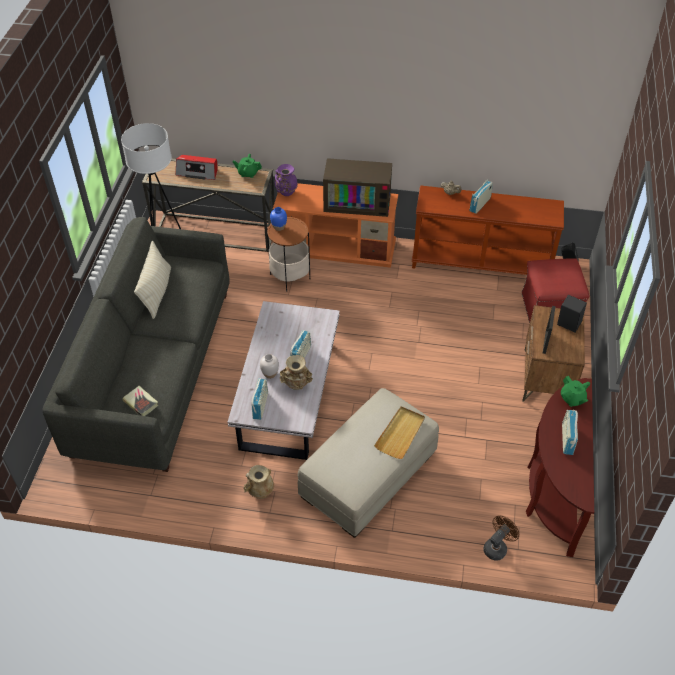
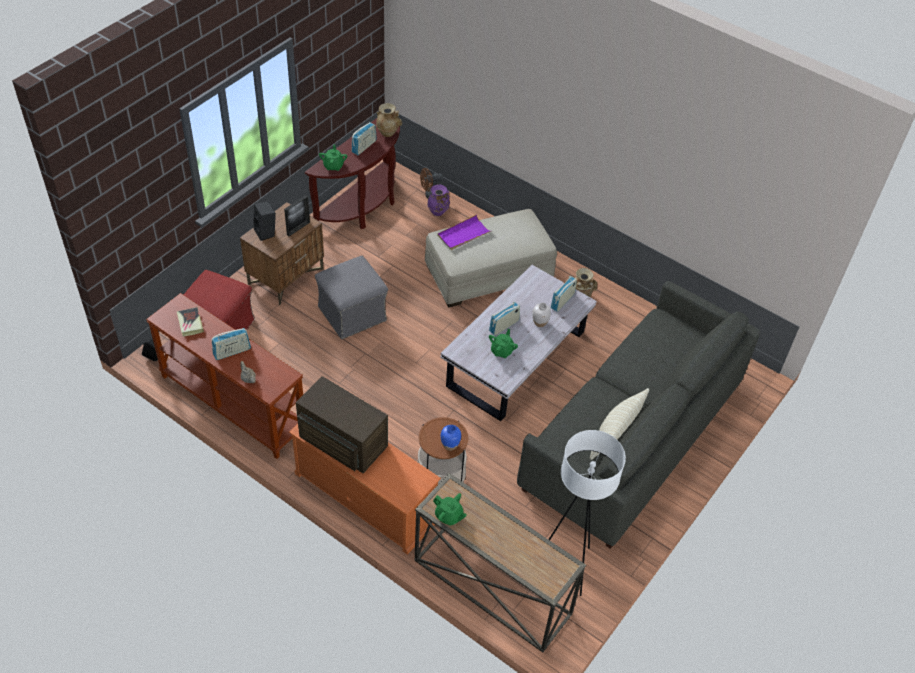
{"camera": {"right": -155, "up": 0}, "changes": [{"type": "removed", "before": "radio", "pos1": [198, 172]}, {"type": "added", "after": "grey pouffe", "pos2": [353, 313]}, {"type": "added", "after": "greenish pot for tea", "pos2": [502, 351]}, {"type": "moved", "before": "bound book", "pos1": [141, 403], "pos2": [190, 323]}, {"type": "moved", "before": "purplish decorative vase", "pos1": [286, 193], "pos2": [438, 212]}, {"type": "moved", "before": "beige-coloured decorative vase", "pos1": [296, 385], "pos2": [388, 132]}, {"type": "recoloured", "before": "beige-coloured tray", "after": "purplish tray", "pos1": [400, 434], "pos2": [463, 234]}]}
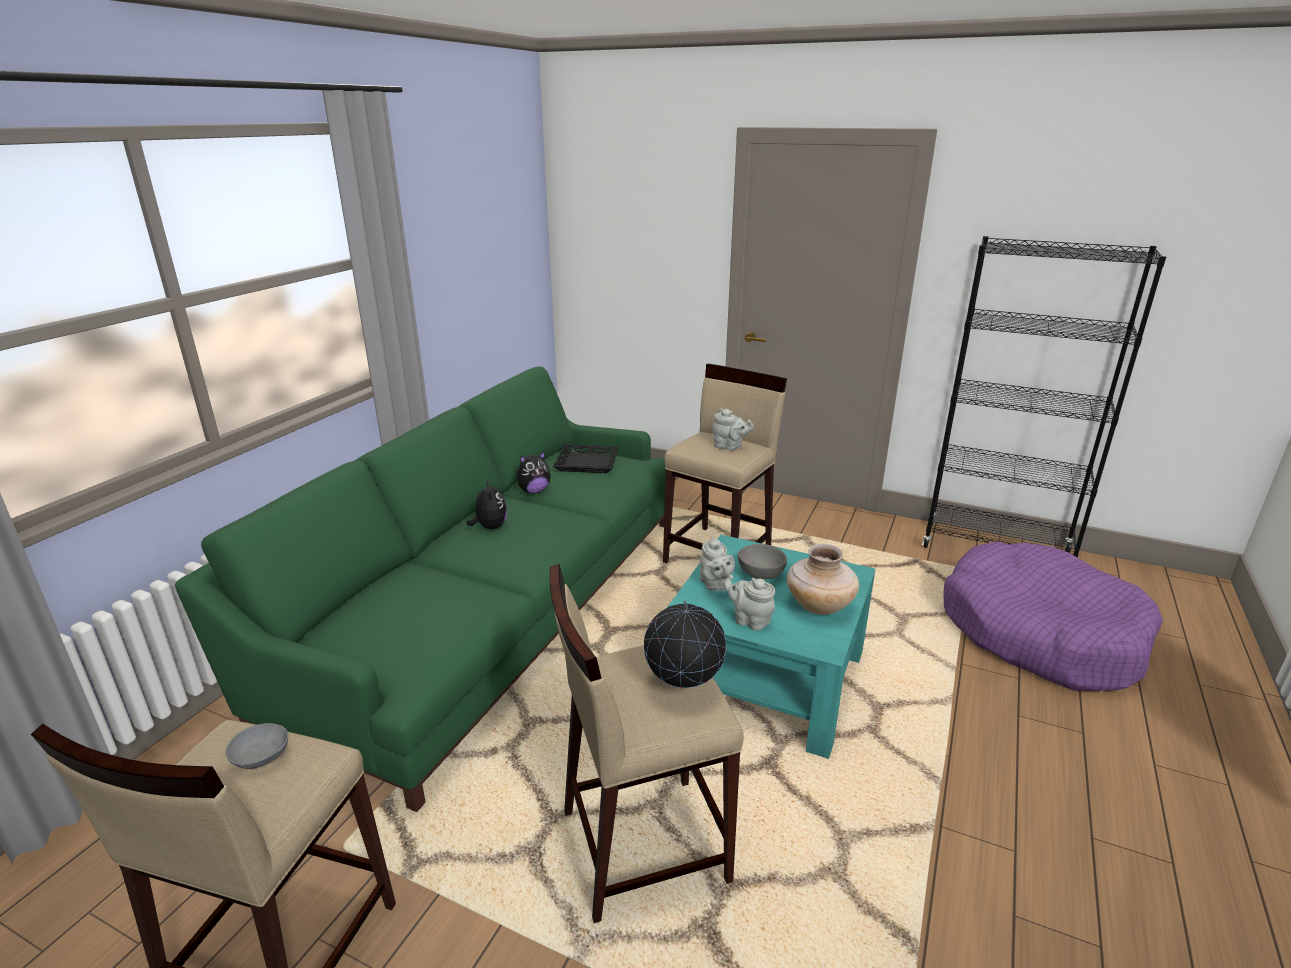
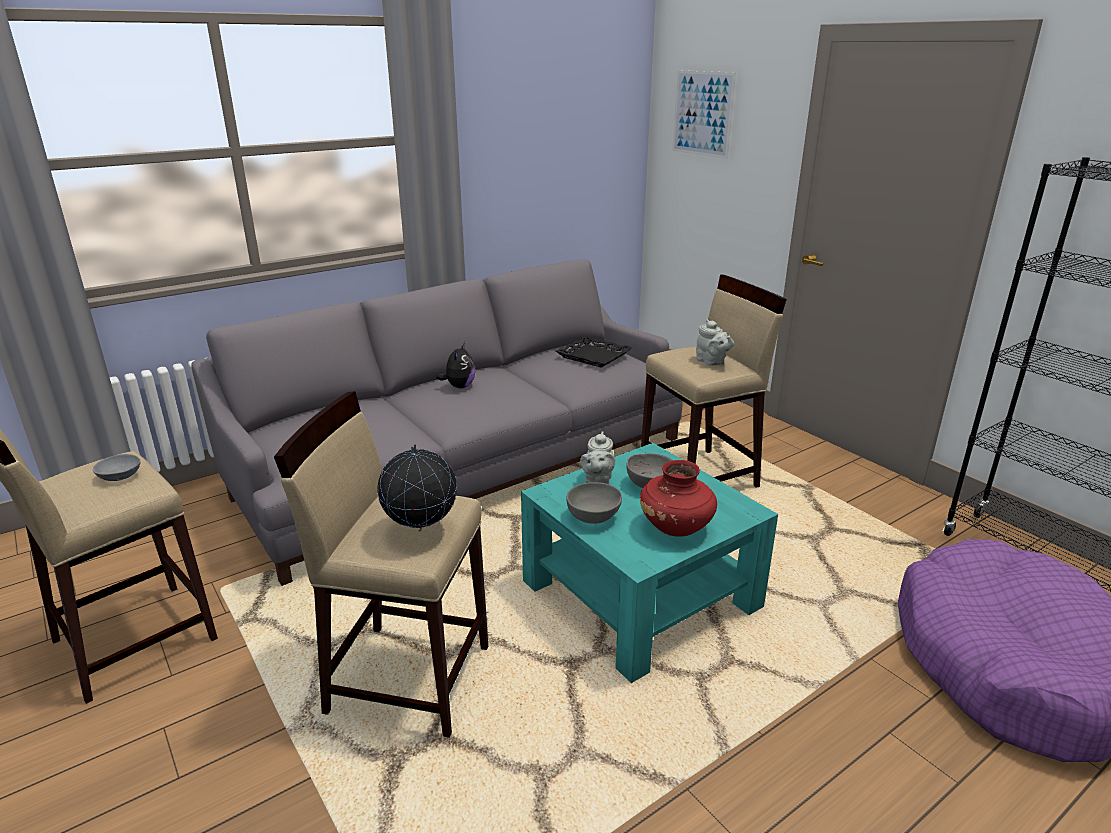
{"camera": {"right": 30, "up": 0}, "changes": [{"type": "removed", "before": "soft toy", "pos1": [534, 491]}, {"type": "added", "after": "wall art", "pos2": [702, 113]}, {"type": "replaced", "before": "grey pot for tea", "after": "grey serving bowl", "pos1": [749, 620], "pos2": [594, 518]}, {"type": "recoloured", "before": "greenish settee", "after": "grey settee", "pos1": [493, 608], "pos2": [464, 464]}, {"type": "recoloured", "before": "beige-coloured decorative vase", "after": "reddish decorative vase", "pos1": [819, 606], "pos2": [676, 527]}]}
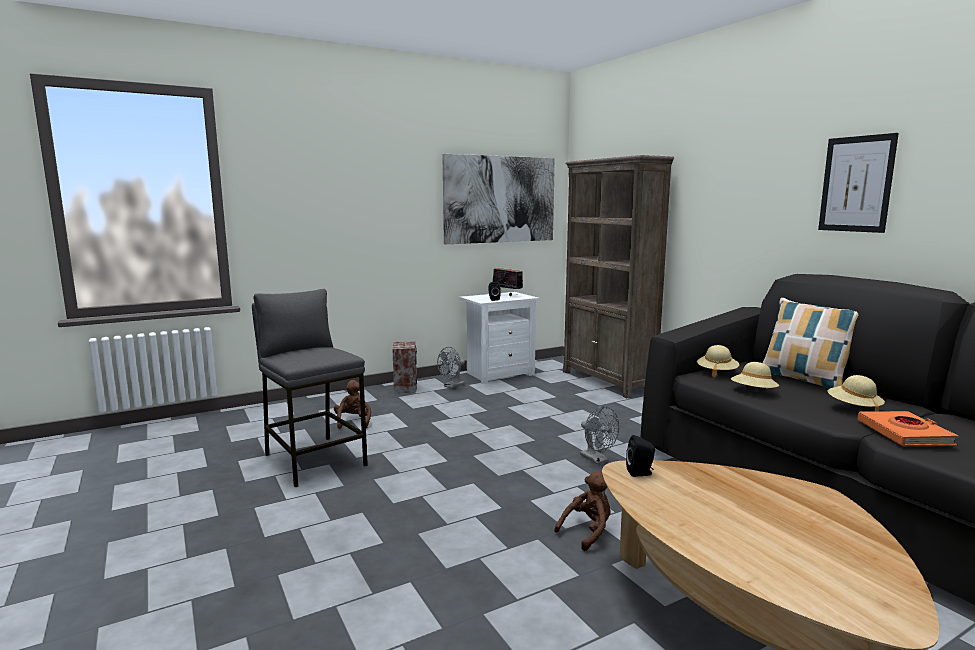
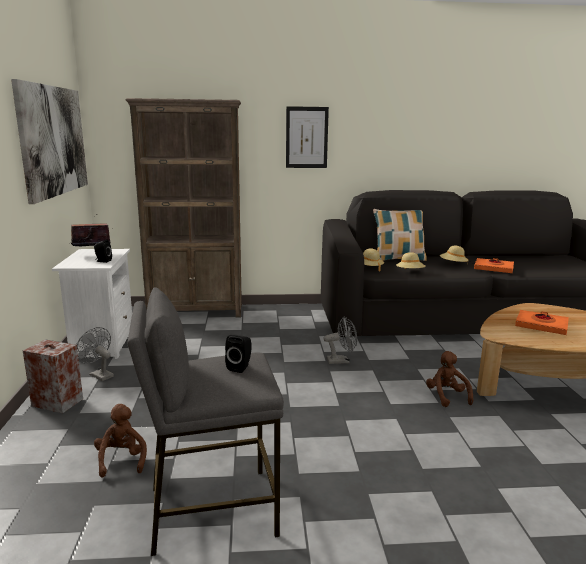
{"camera": {"right": -65, "up": 5}, "changes": [{"type": "added", "after": "orange-coloured bound book", "pos2": [541, 326]}, {"type": "moved", "before": "blackish speaker", "pos1": [641, 473], "pos2": [240, 367]}, {"type": "moved", "before": "wall art", "pos1": [856, 184], "pos2": [306, 137]}, {"type": "turned", "before": "brown-coloured soft toy", "pos1": [353, 422], "pos2": [122, 460], "turn": 60}, {"type": "turned", "before": "grey electric fan", "pos1": [452, 386], "pos2": [98, 375], "turn": 150}]}
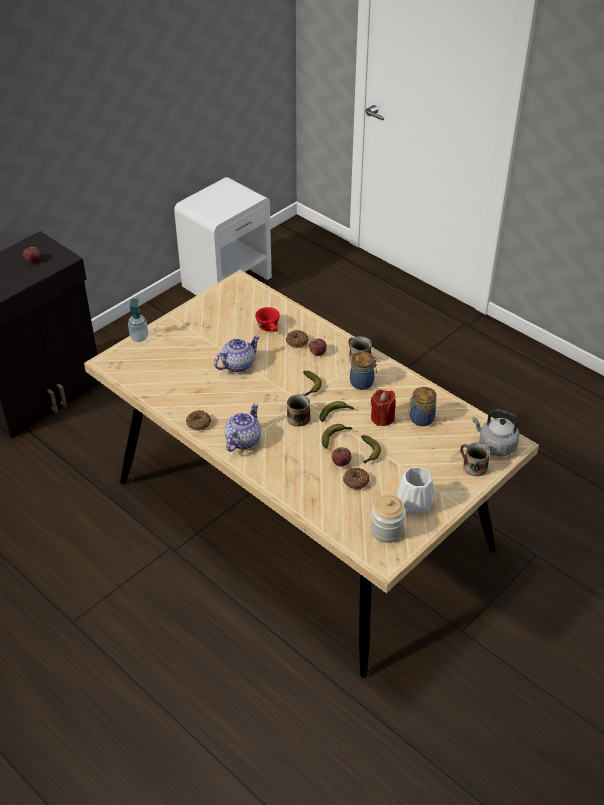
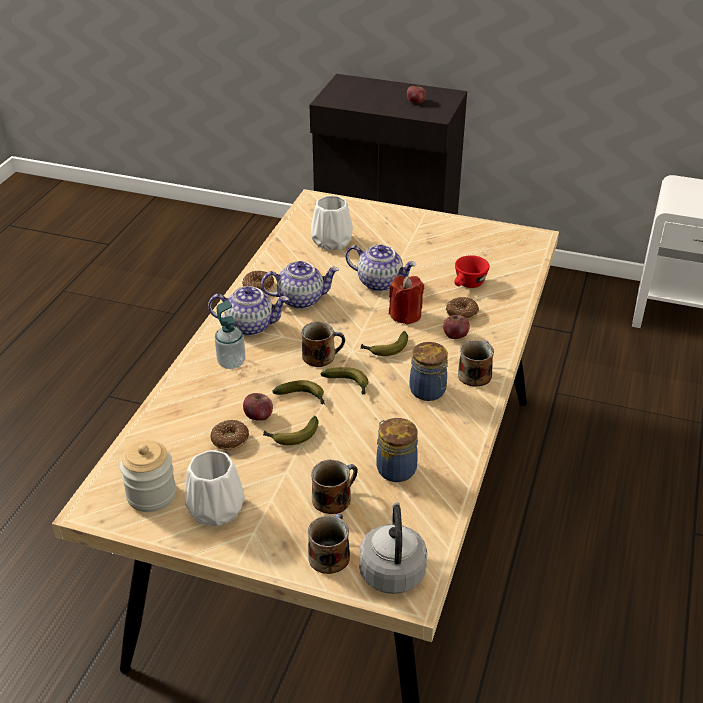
{"camera": {"right": 65, "up": -5}, "changes": [{"type": "added", "after": "pot for tea", "pos2": [301, 299]}, {"type": "added", "after": "white decorative vase", "pos2": [333, 242]}, {"type": "added", "after": "mug", "pos2": [333, 498]}, {"type": "moved", "before": "soap dispenser", "pos1": [139, 337], "pos2": [231, 362]}, {"type": "moved", "before": "reddish candle", "pos1": [382, 418], "pos2": [405, 315]}]}
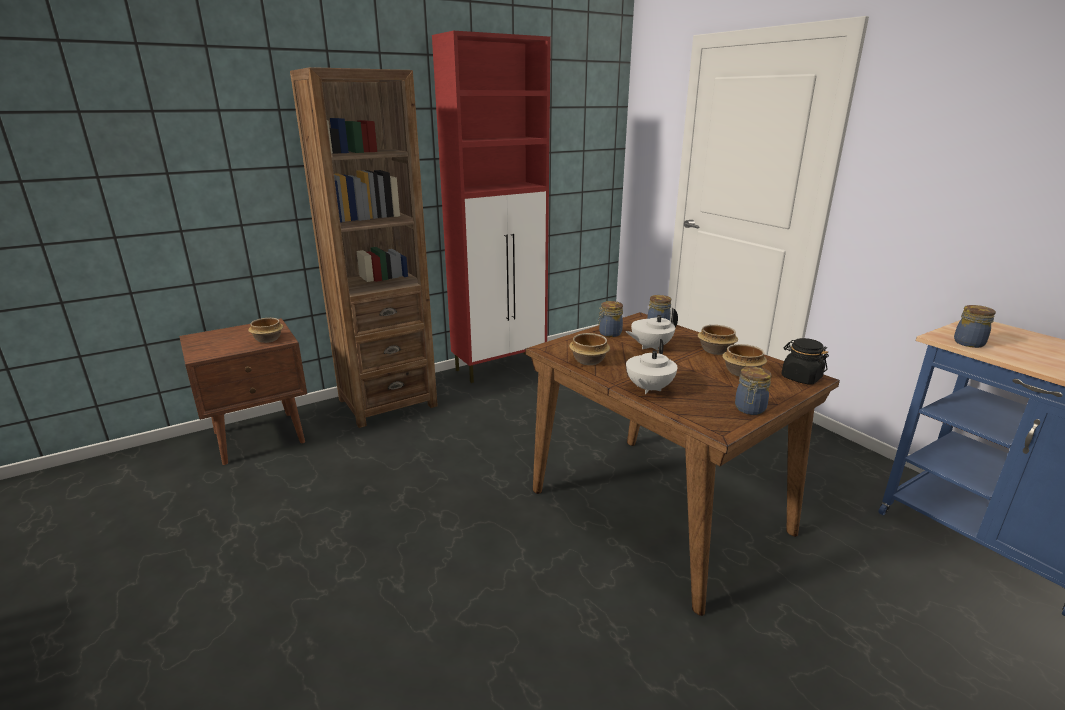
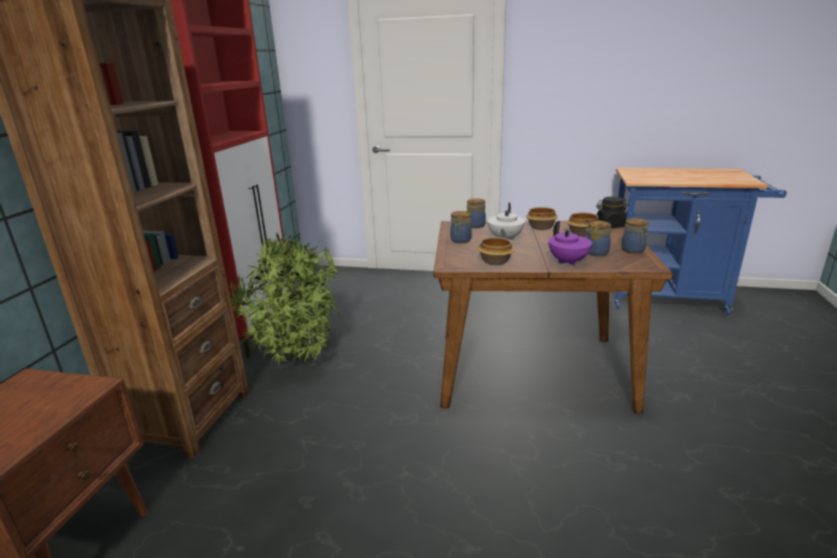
{"camera": {"right": -45, "up": 0}, "changes": [{"type": "removed", "before": "serving bowl", "pos1": [268, 339]}, {"type": "added", "after": "plant in a pot", "pos2": [300, 357]}, {"type": "moved", "before": "jar", "pos1": [967, 342], "pos2": [595, 252]}, {"type": "recoloured", "before": "white pot for tea", "after": "purplish pot for tea", "pos1": [648, 389], "pos2": [568, 262]}]}
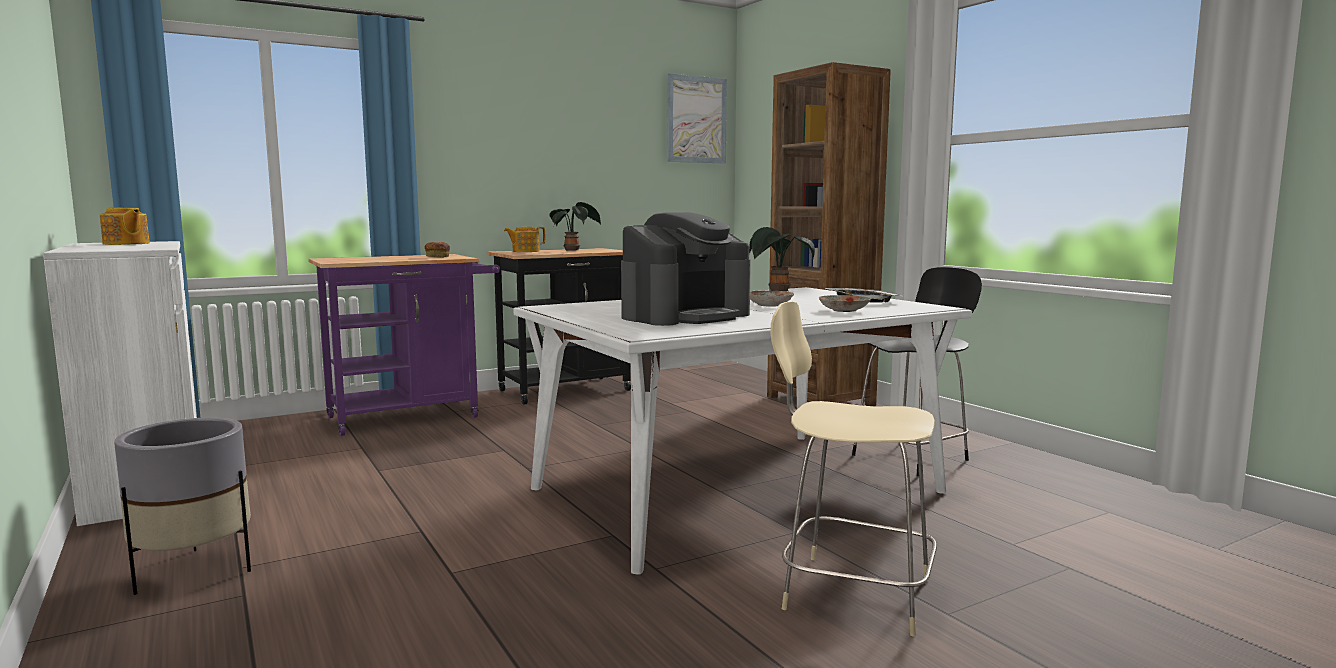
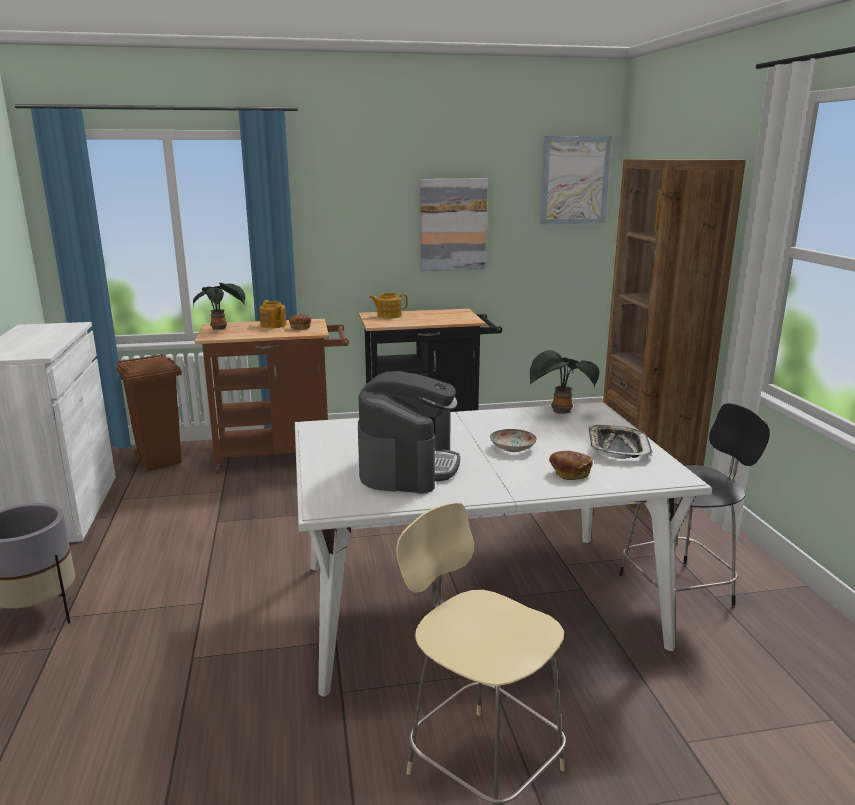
{"camera": {"right": 20, "up": 10}, "changes": [{"type": "added", "after": "brown-coloured waste bin", "pos2": [161, 462]}, {"type": "added", "after": "wall art", "pos2": [453, 225]}, {"type": "moved", "before": "pot for tea", "pos1": [126, 244], "pos2": [273, 325]}, {"type": "moved", "before": "plant in a pot", "pos1": [573, 250], "pos2": [221, 328]}, {"type": "replaced", "before": "flat dish", "after": "bread", "pos1": [844, 310], "pos2": [569, 473]}, {"type": "recoloured", "before": "purplish cart", "after": "brown-coloured cart", "pos1": [413, 415], "pos2": [282, 455]}, {"type": "turned", "before": "coffee maker", "pos1": [685, 316], "pos2": [408, 466], "turn": -60}]}
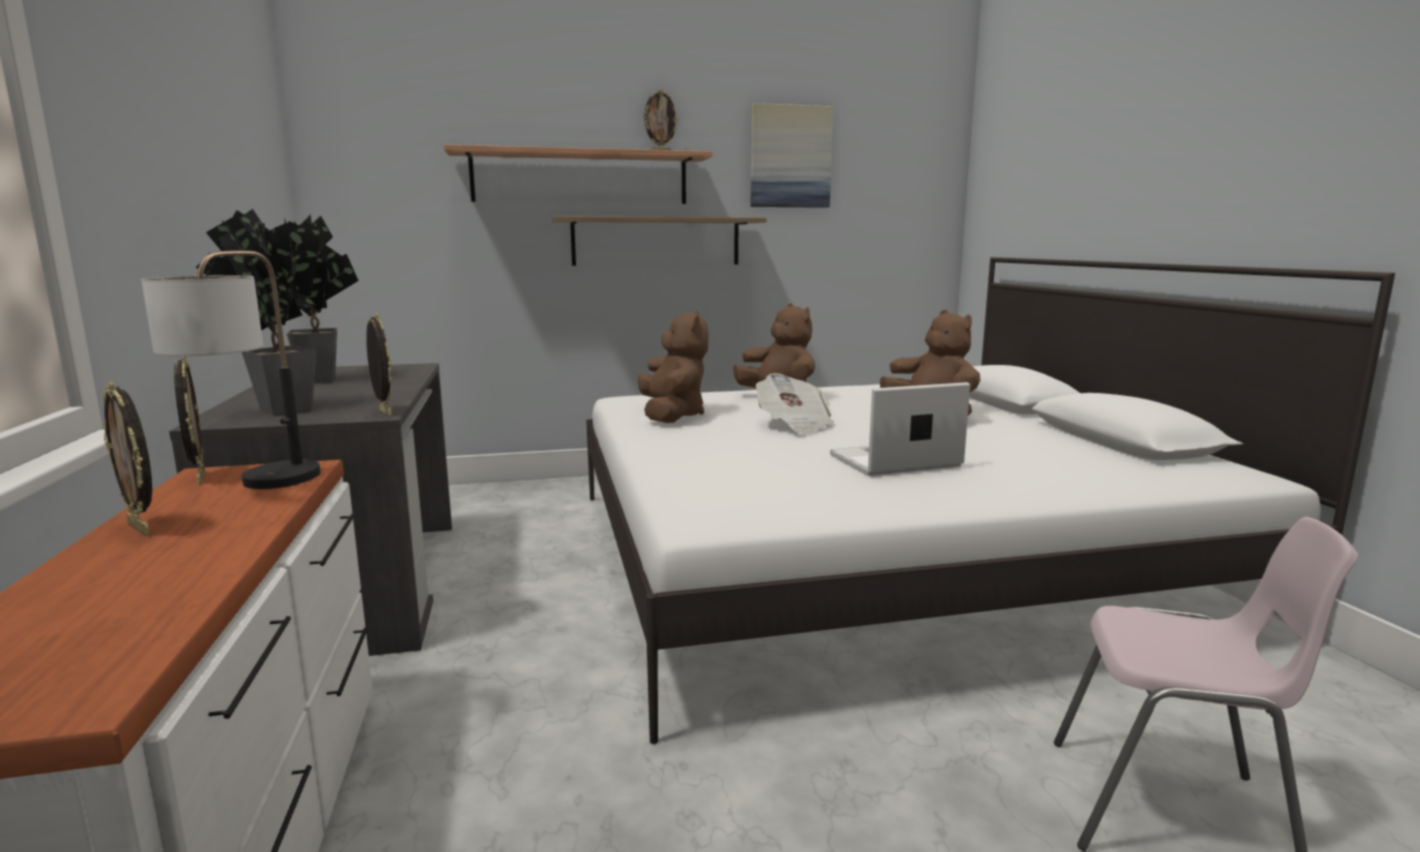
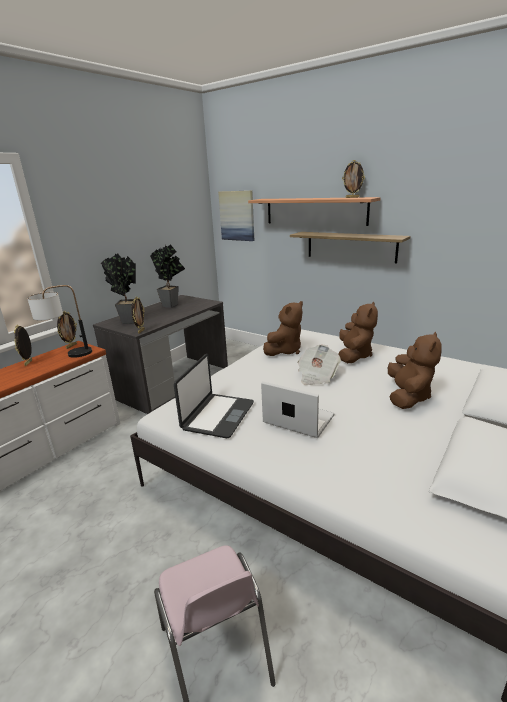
{"camera": {"right": 50, "up": 10}, "changes": [{"type": "added", "after": "laptop", "pos2": [217, 416]}, {"type": "moved", "before": "wall art", "pos1": [790, 157], "pos2": [237, 216]}]}
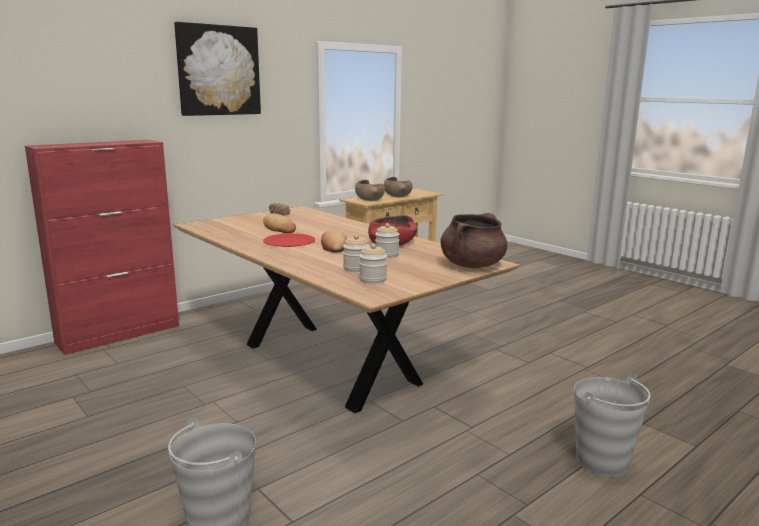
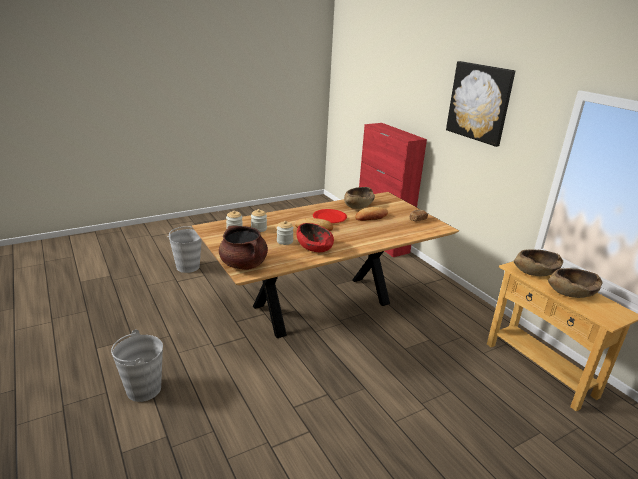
{"camera": {"right": 100, "up": 10}, "changes": [{"type": "added", "after": "brown-coloured serving bowl", "pos2": [358, 205]}]}
